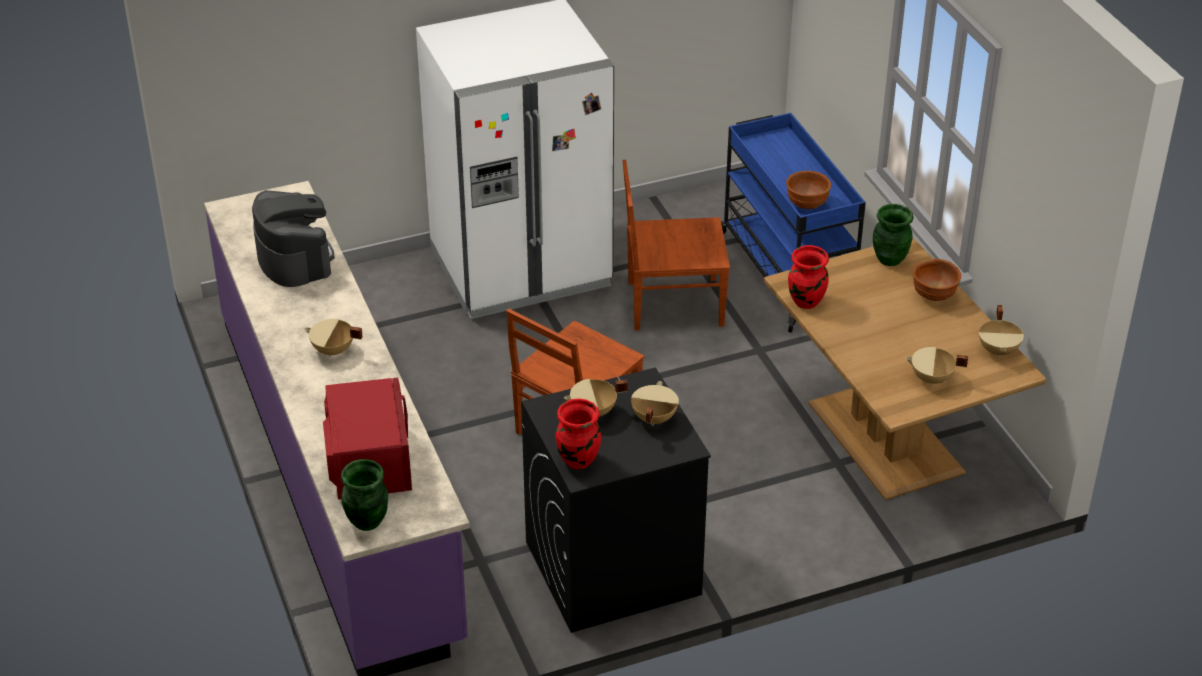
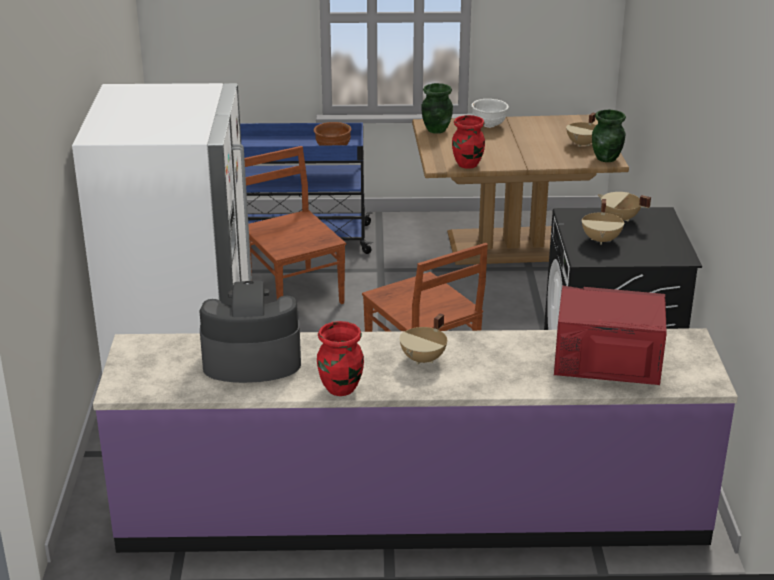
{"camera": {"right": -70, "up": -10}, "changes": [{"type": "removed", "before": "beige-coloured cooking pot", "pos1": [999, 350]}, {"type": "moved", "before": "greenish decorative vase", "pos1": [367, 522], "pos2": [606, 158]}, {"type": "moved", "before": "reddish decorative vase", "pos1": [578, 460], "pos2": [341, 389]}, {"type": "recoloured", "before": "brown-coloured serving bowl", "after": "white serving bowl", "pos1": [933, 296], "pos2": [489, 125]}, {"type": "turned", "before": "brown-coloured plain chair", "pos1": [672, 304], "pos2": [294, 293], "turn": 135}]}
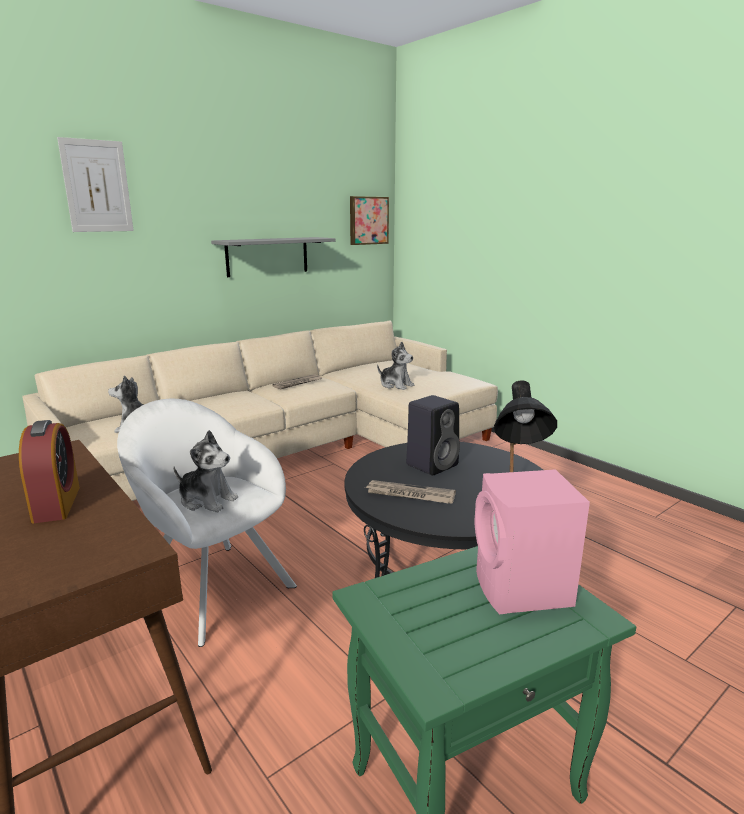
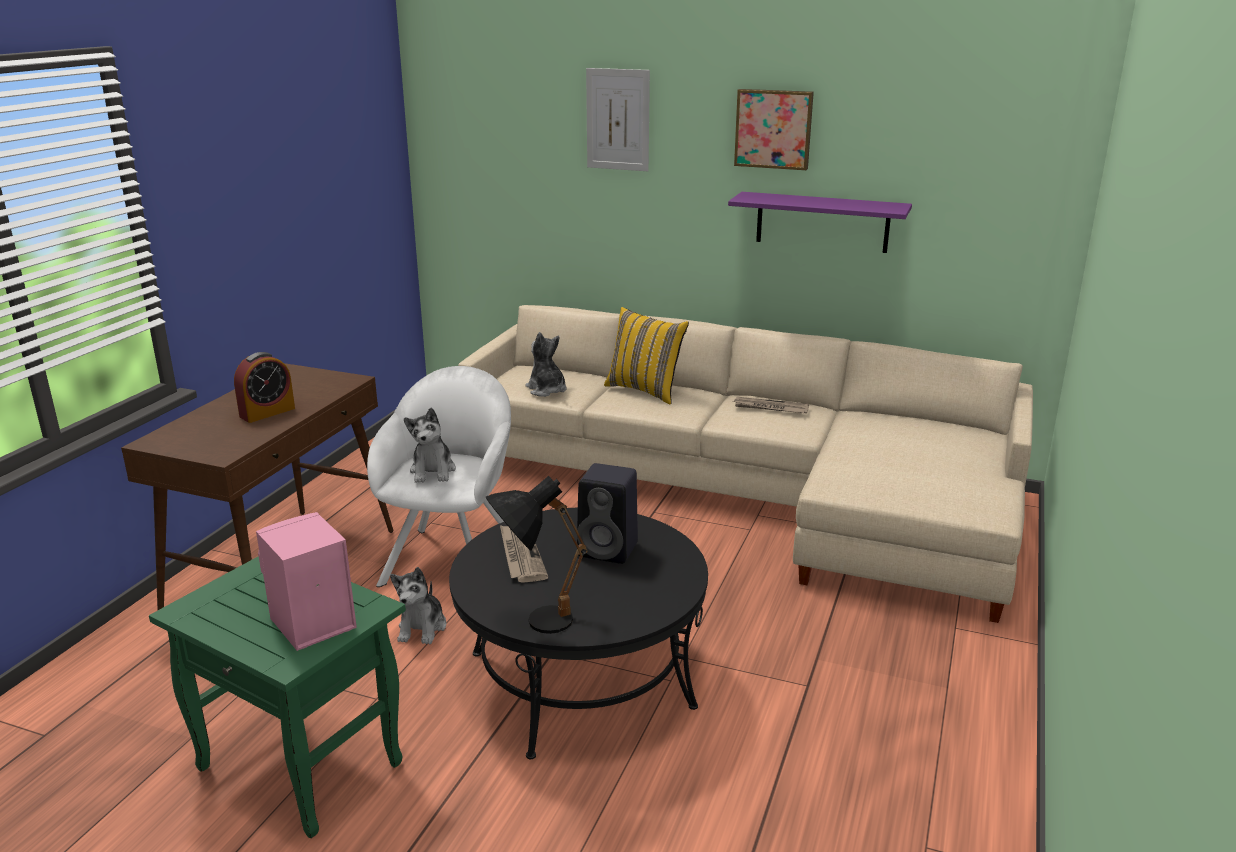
{"camera": {"right": 60, "up": 5}, "changes": [{"type": "added", "after": "yellowish throw pillow", "pos2": [645, 390]}, {"type": "moved", "before": "wall art", "pos1": [368, 220], "pos2": [774, 129]}, {"type": "moved", "before": "soft toy", "pos1": [396, 385], "pos2": [422, 628]}, {"type": "recoloured", "before": "grey wall shelf", "after": "purplish wall shelf", "pos1": [267, 256], "pos2": [822, 222]}]}
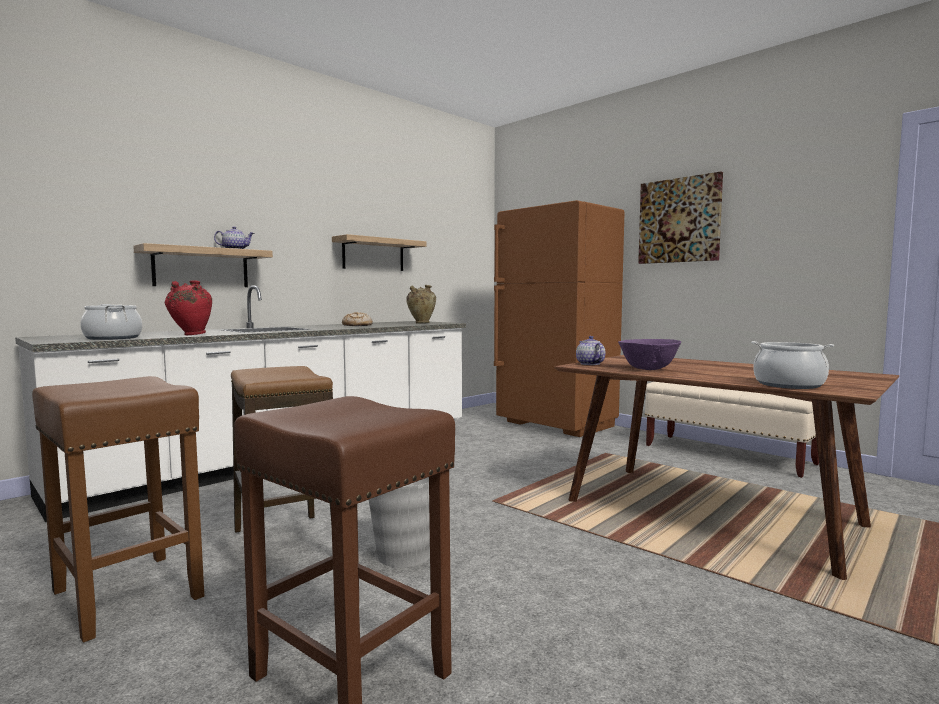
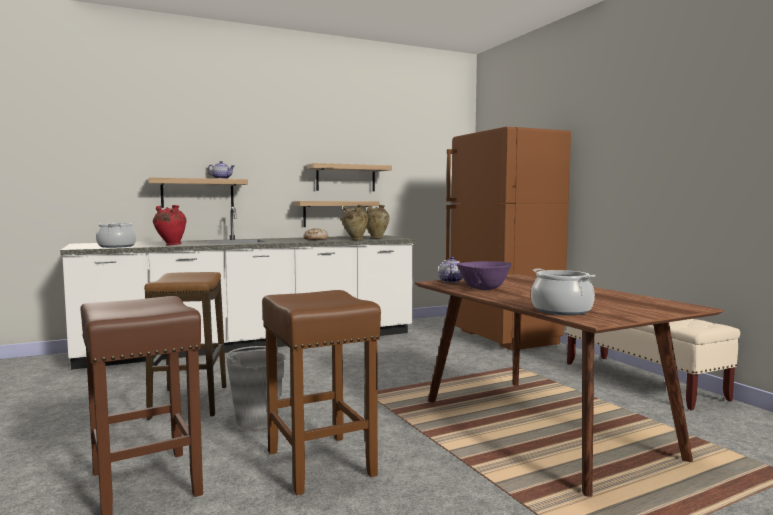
{"camera": {"right": 20, "up": 0}, "changes": [{"type": "removed", "before": "wall art", "pos1": [679, 220]}, {"type": "added", "after": "wall shelf", "pos2": [333, 213]}, {"type": "added", "after": "beige-coloured decorative vase", "pos2": [354, 239]}, {"type": "moved", "before": "brown-coloured sitting stool", "pos1": [129, 595], "pos2": [321, 464]}]}
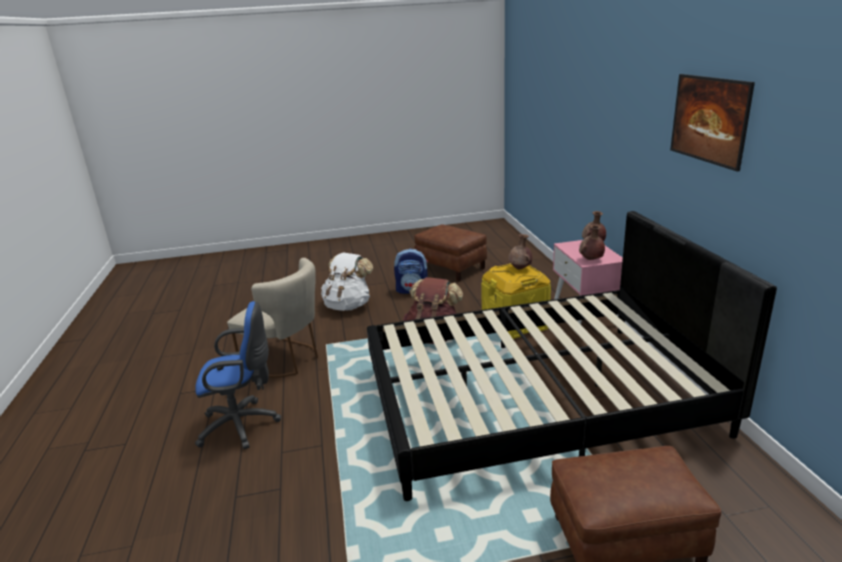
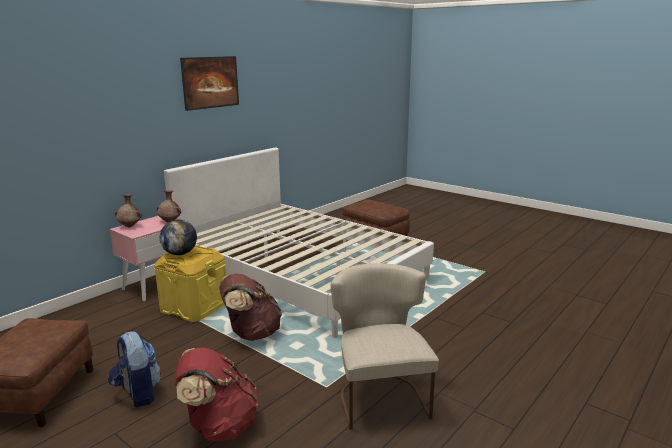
{"camera": {"right": -130, "up": -5}, "changes": [{"type": "removed", "before": "blue-coloured office chair", "pos1": [243, 425]}, {"type": "replaced", "before": "brown-coloured decorative vase", "after": "desk globe", "pos1": [520, 268], "pos2": [180, 253]}, {"type": "recoloured", "before": "white rucksack", "after": "reddish rucksack", "pos1": [348, 305], "pos2": [219, 426]}, {"type": "recoloured", "before": "blackish bedroom bed", "after": "white bedroom bed", "pos1": [536, 400], "pos2": [300, 274]}]}
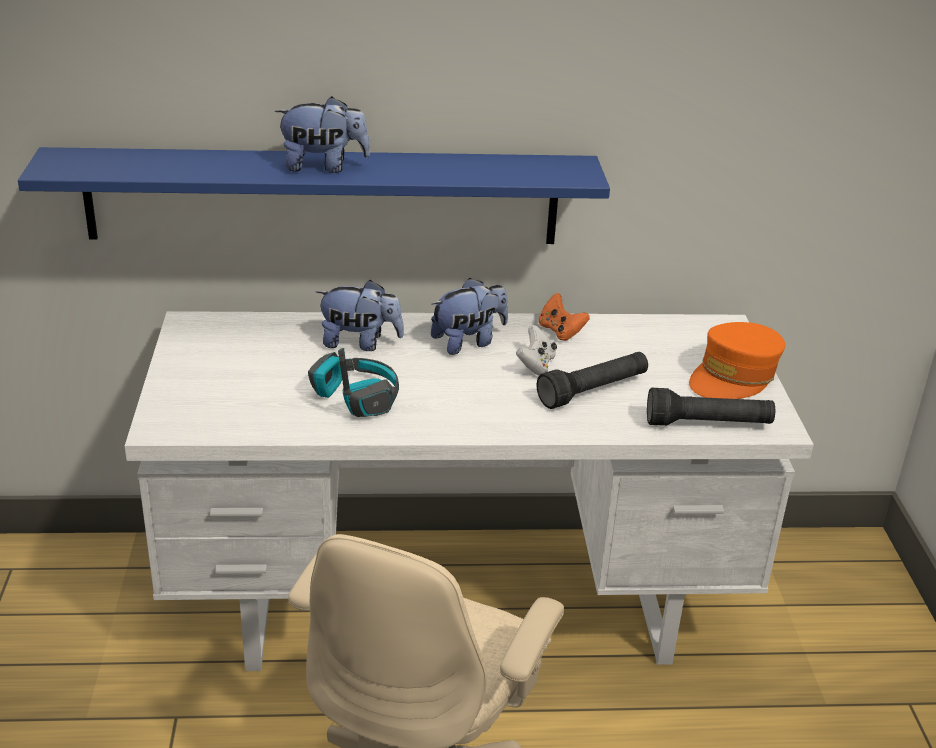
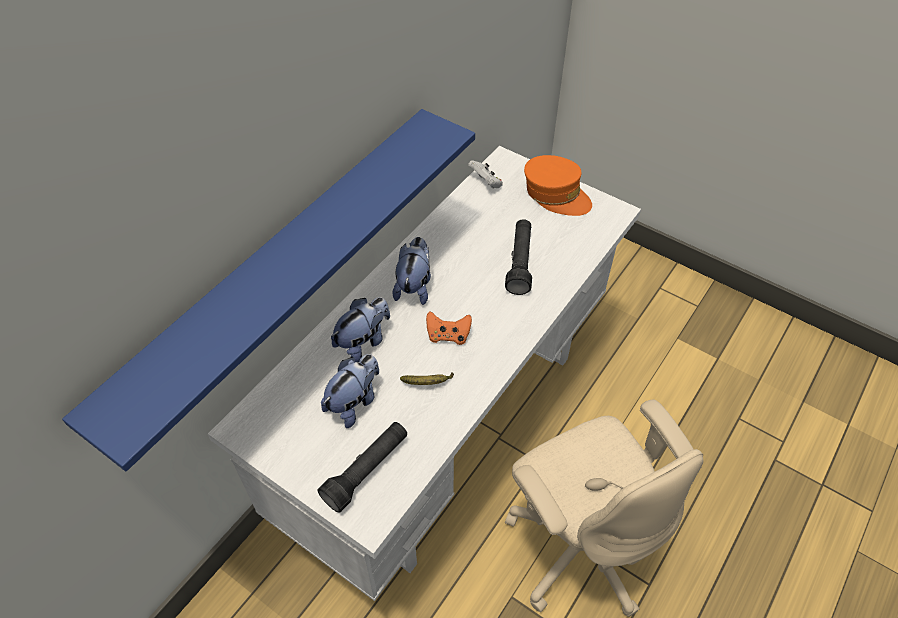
{"camera": {"right": -50, "up": 20}, "changes": [{"type": "moved", "before": "soft toy", "pos1": [323, 167], "pos2": [354, 402]}, {"type": "moved", "before": "white game controller", "pos1": [536, 365], "pos2": [486, 183]}, {"type": "moved", "before": "orange-coloured game controller", "pos1": [560, 331], "pos2": [448, 336]}, {"type": "moved", "before": "blackish torch", "pos1": [708, 424], "pos2": [367, 470]}, {"type": "replaced", "before": "headset", "after": "whole banana", "pos1": [355, 397], "pos2": [428, 383]}, {"type": "turned", "before": "orange-coloured baseball cap", "pos1": [734, 376], "pos2": [556, 194], "turn": -45}]}
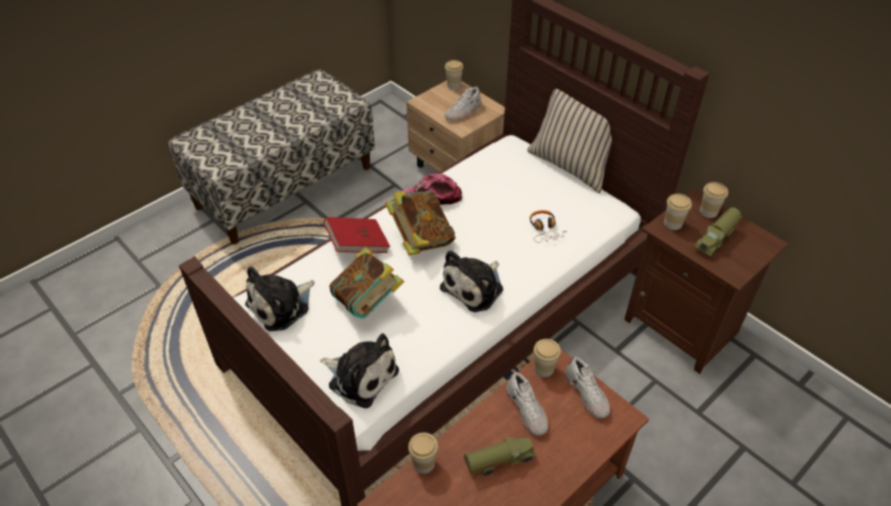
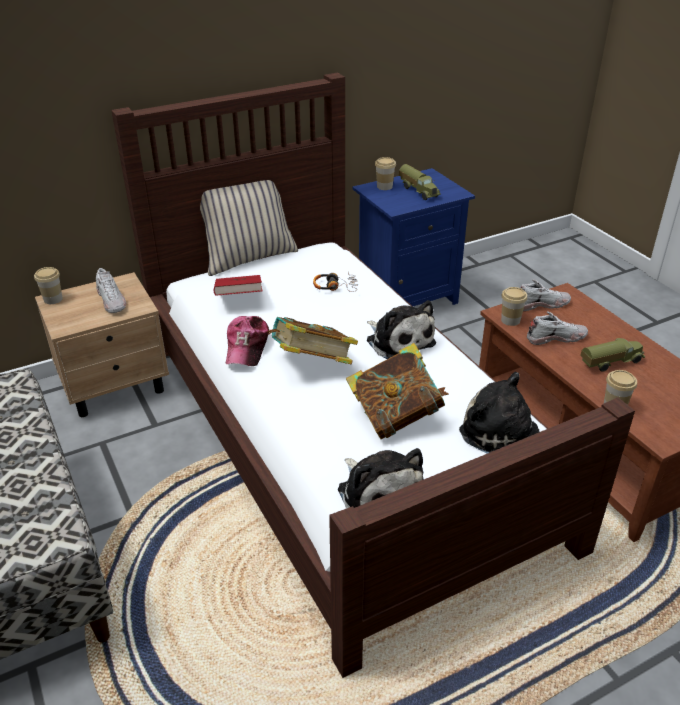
{"camera": {"right": -75, "up": -10}, "changes": [{"type": "removed", "before": "small cup", "pos1": [673, 223]}, {"type": "moved", "before": "reddish bound book", "pos1": [357, 245], "pos2": [239, 298]}, {"type": "recoloured", "before": "brown-coloured night table", "after": "blue-coloured night table", "pos1": [682, 326], "pos2": [406, 298]}, {"type": "turned", "before": "soft toy", "pos1": [360, 376], "pos2": [502, 436], "turn": -90}, {"type": "turned", "before": "toy lorry", "pos1": [499, 460], "pos2": [610, 362], "turn": 75}]}
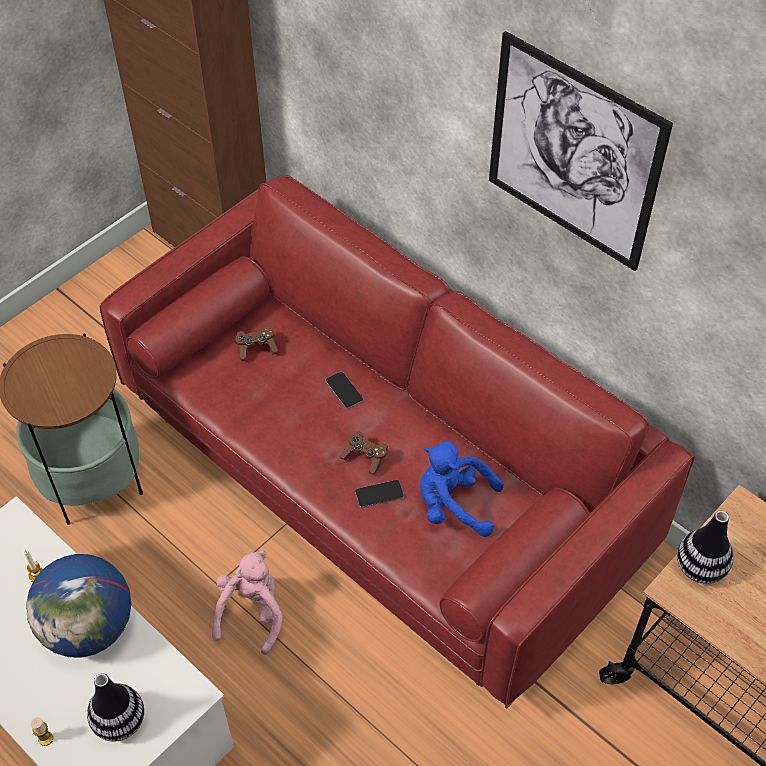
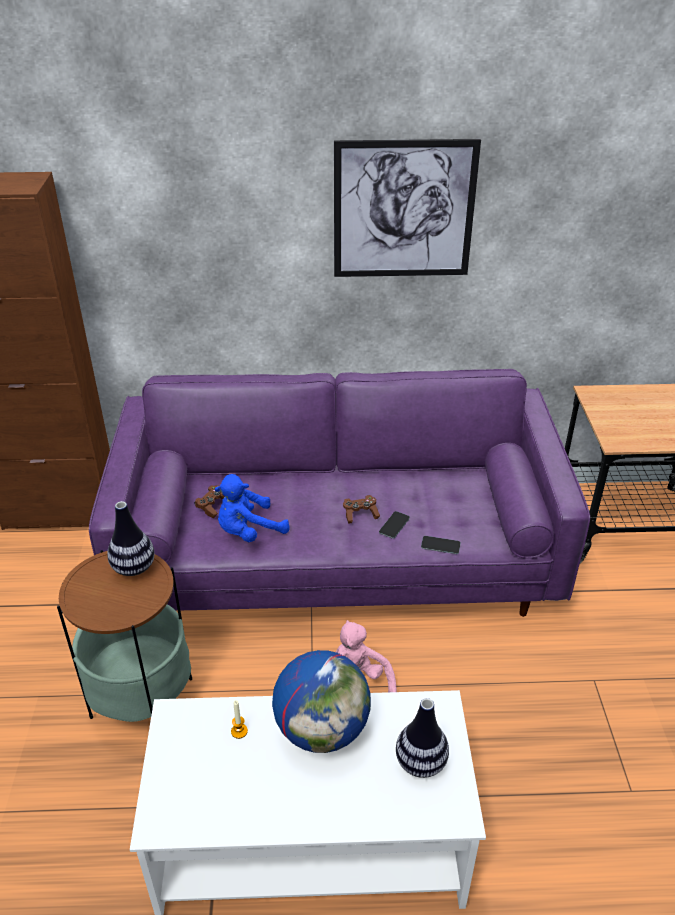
{"camera": {"right": -45, "up": -15}, "changes": [{"type": "removed", "before": "candle", "pos1": [46, 738]}, {"type": "moved", "before": "phone", "pos1": [344, 390], "pos2": [440, 545]}, {"type": "moved", "before": "blue-coloured soft toy", "pos1": [454, 505], "pos2": [248, 531]}, {"type": "moved", "before": "decorative vase", "pos1": [700, 567], "pos2": [134, 568]}, {"type": "recoloured", "before": "reddish settee", "after": "purplish settee", "pos1": [382, 478], "pos2": [337, 558]}]}
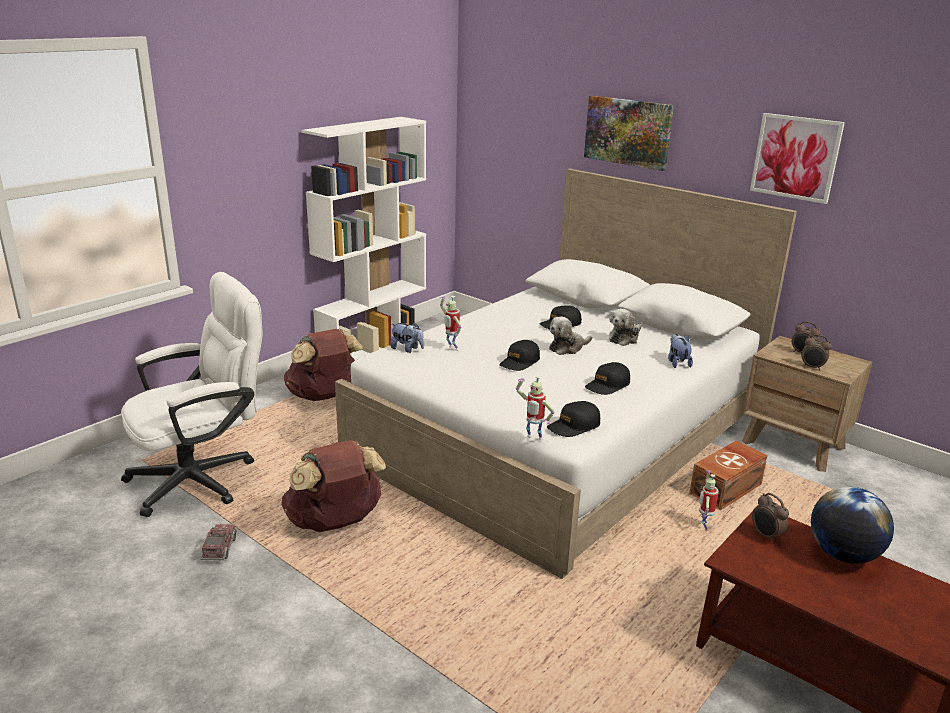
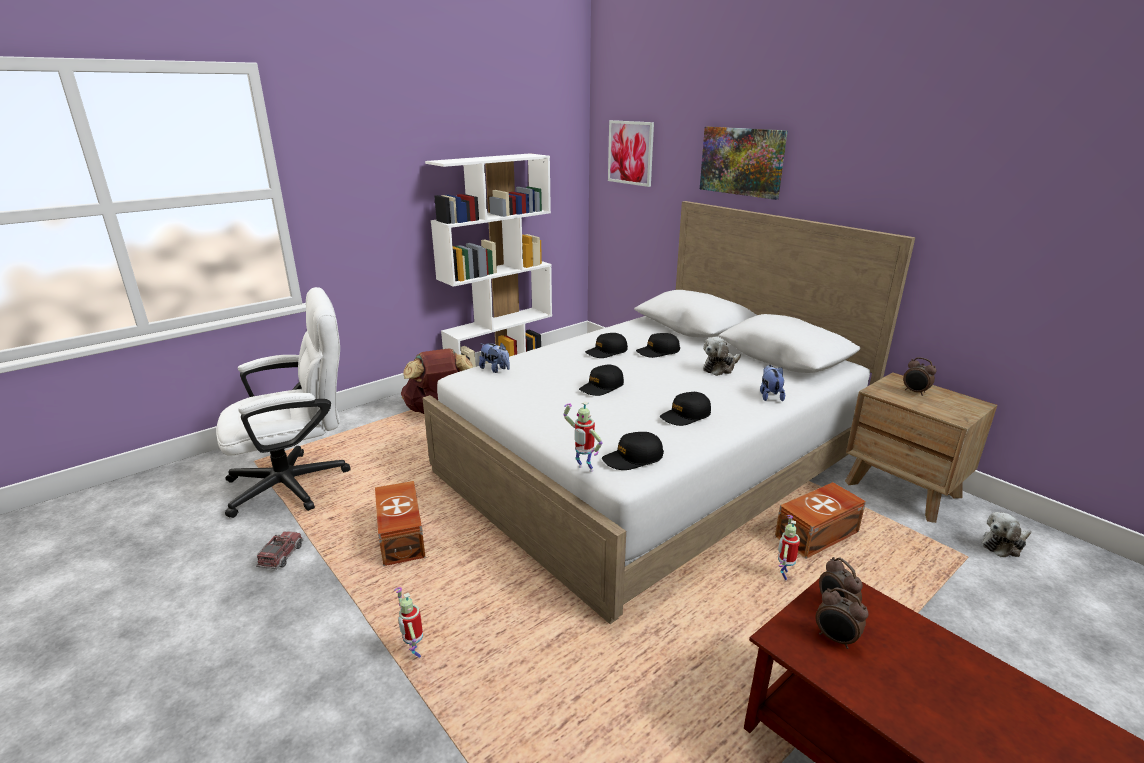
{"camera": {"right": 10, "up": 0}, "changes": [{"type": "removed", "before": "desk globe", "pos1": [843, 555]}, {"type": "added", "after": "blackish baseball cap", "pos2": [606, 352]}, {"type": "moved", "before": "robot figure", "pos1": [451, 348], "pos2": [414, 654]}, {"type": "moved", "before": "soft toy", "pos1": [567, 348], "pos2": [1004, 545]}, {"type": "moved", "before": "wall art", "pos1": [795, 157], "pos2": [630, 153]}, {"type": "moved", "before": "table clock", "pos1": [812, 367], "pos2": [835, 639]}, {"type": "replaced", "before": "brown-coloured rucksack", "after": "brown-coloured storage box", "pos1": [335, 523], "pos2": [400, 538]}]}
